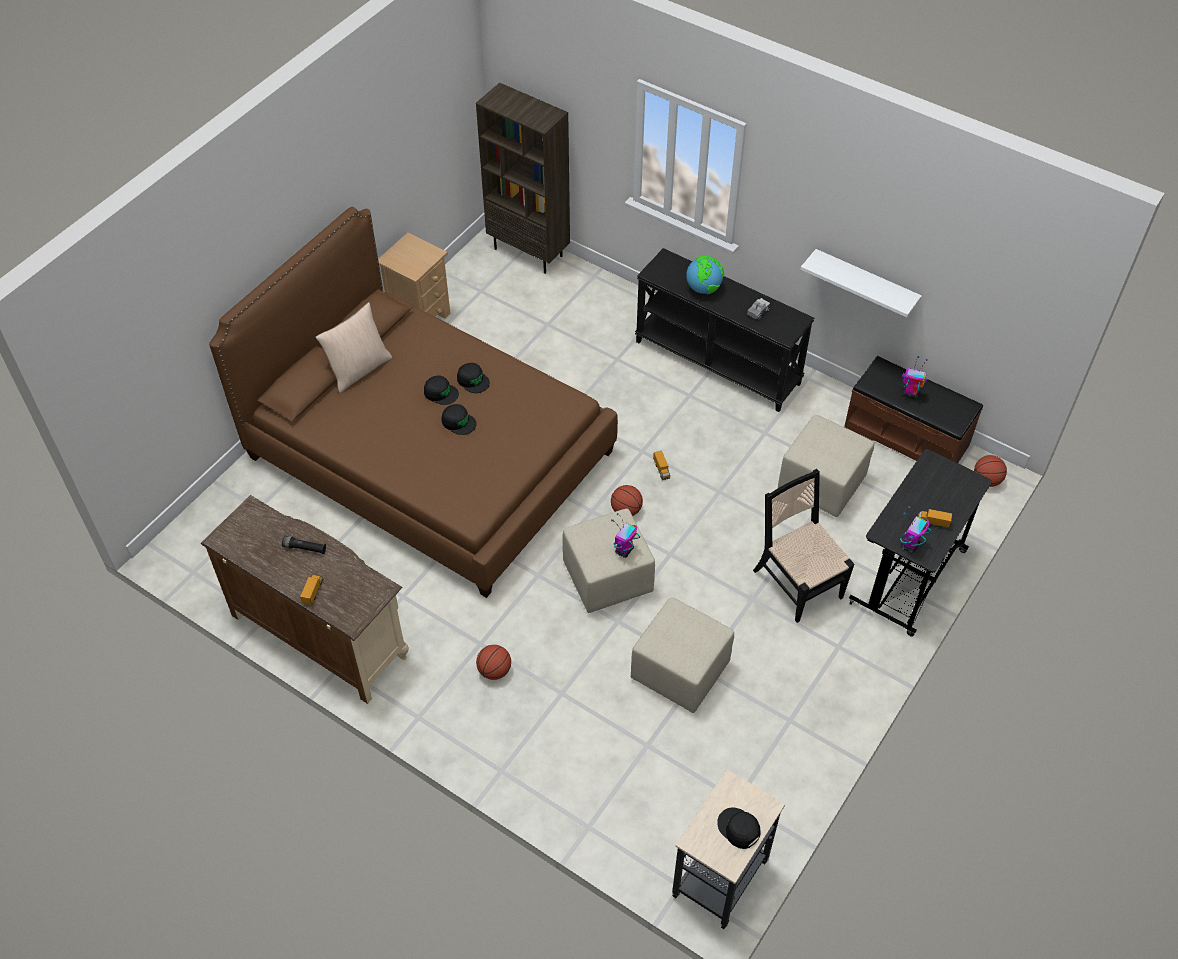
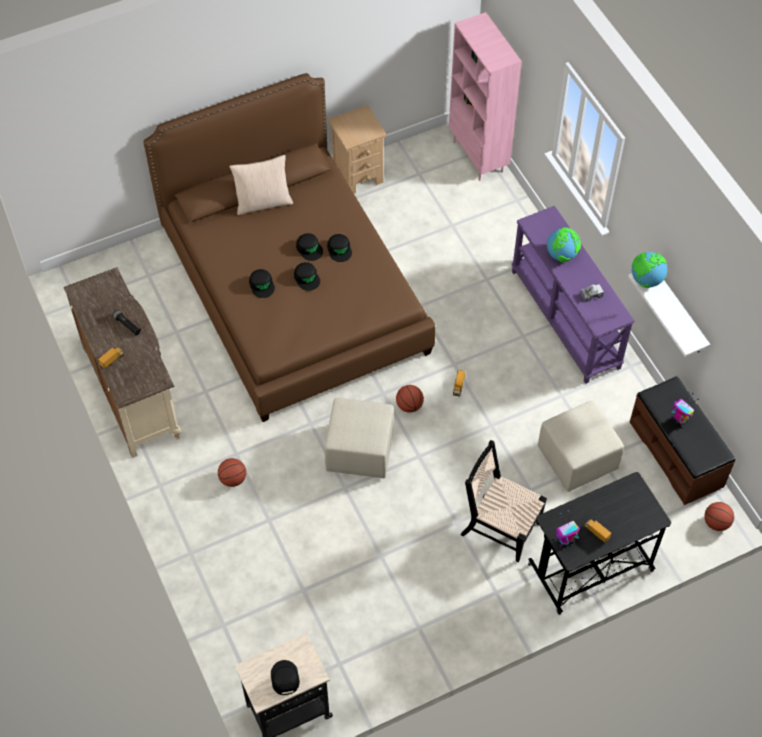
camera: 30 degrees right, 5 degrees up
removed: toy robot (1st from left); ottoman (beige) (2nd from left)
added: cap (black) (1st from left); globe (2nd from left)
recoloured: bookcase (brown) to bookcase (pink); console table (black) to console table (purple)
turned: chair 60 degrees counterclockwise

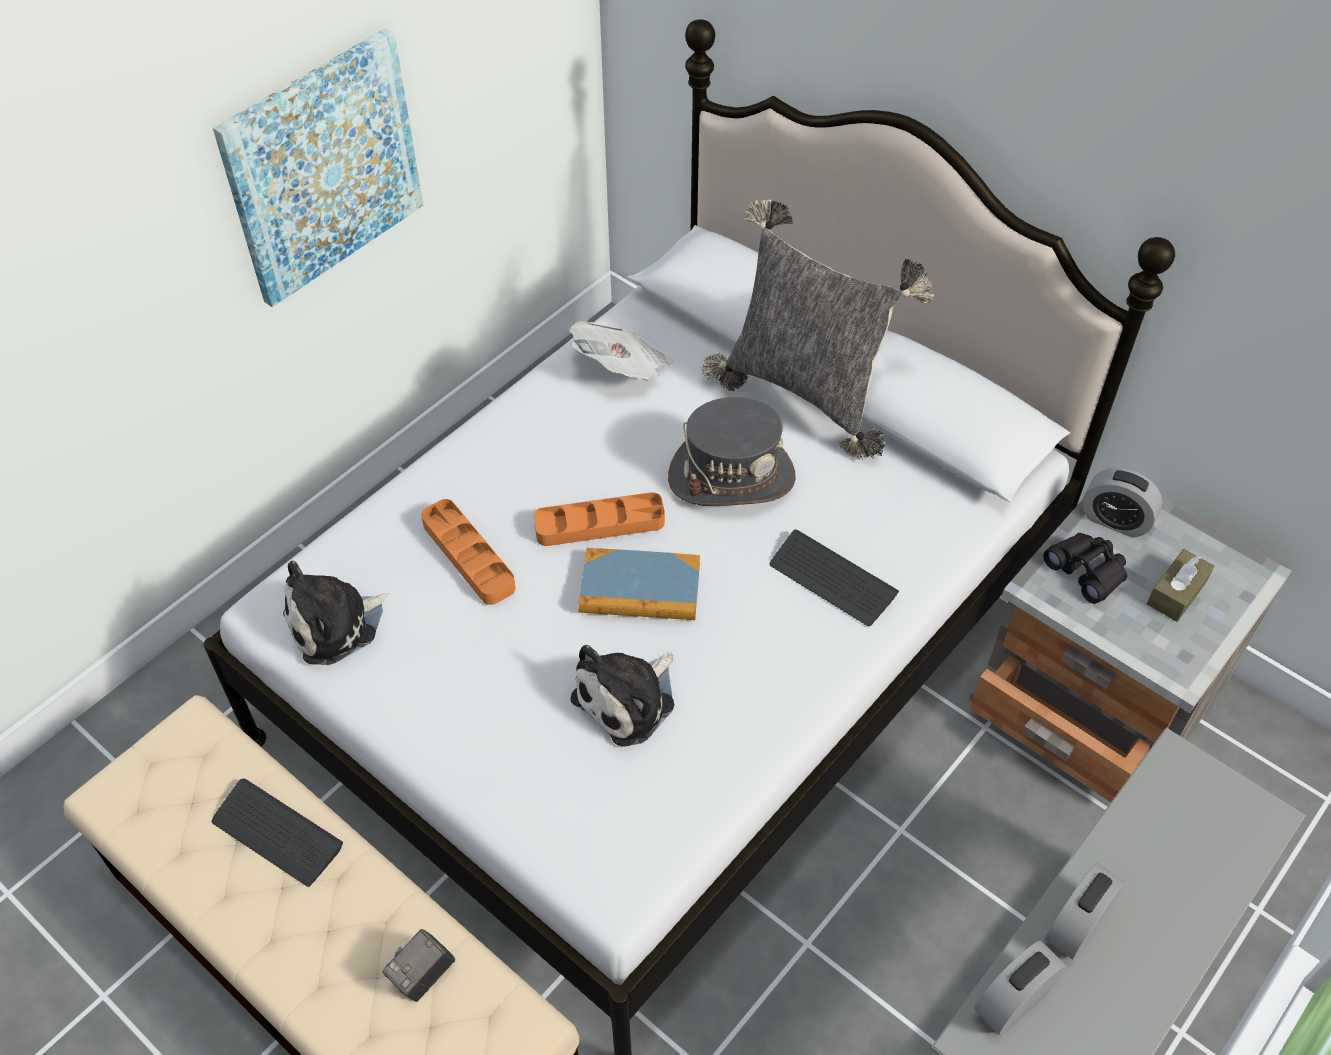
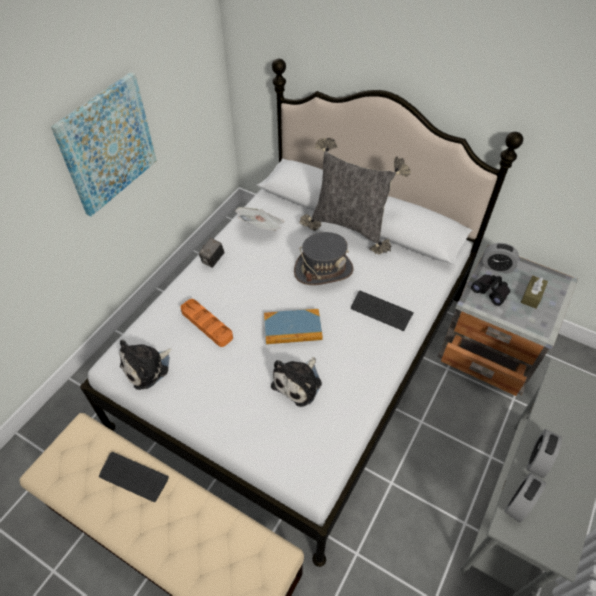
camera: 10 degrees left, 0 degrees up
removed: tray (orange) (2nd from left)
moved: photo camera

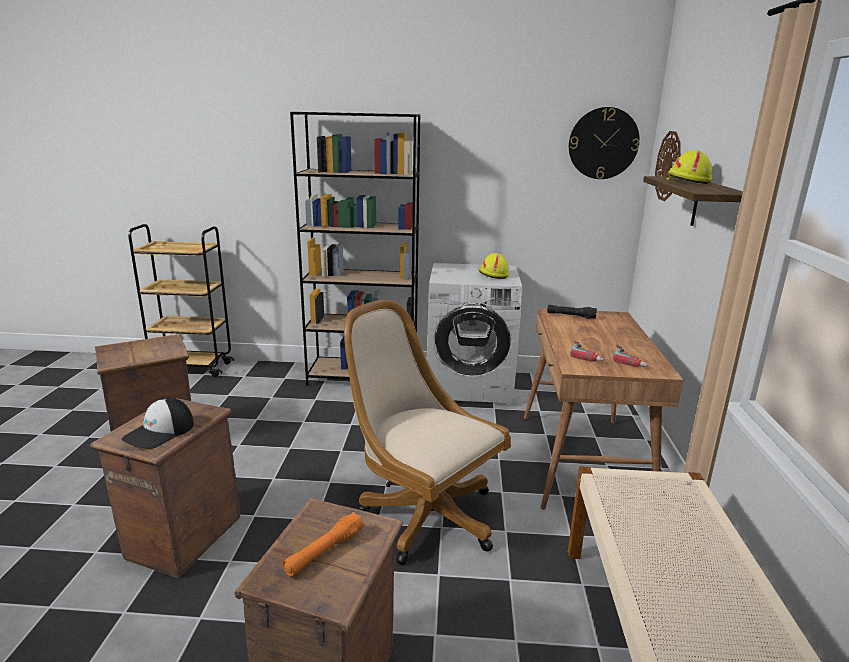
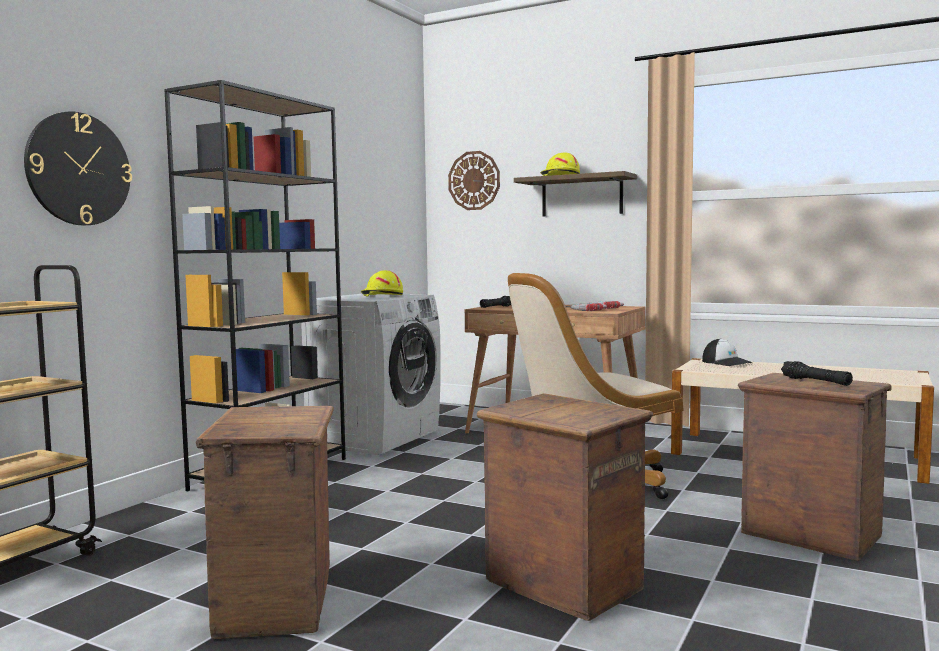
camera: 65 degrees left, 15 degrees down
moved: cap; wall clock (1st from left)
recoloured: flashlight (orange) to flashlight (black) (2nd from left)

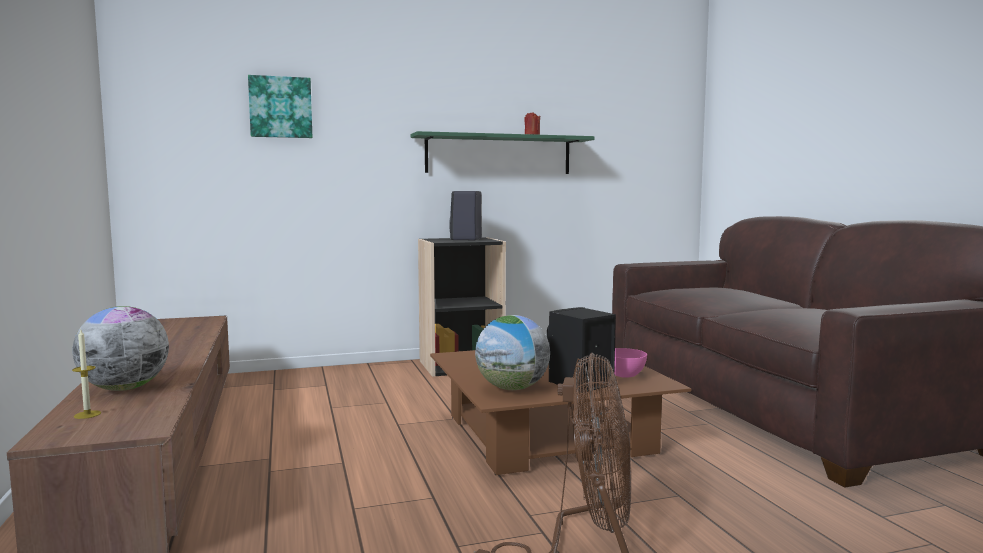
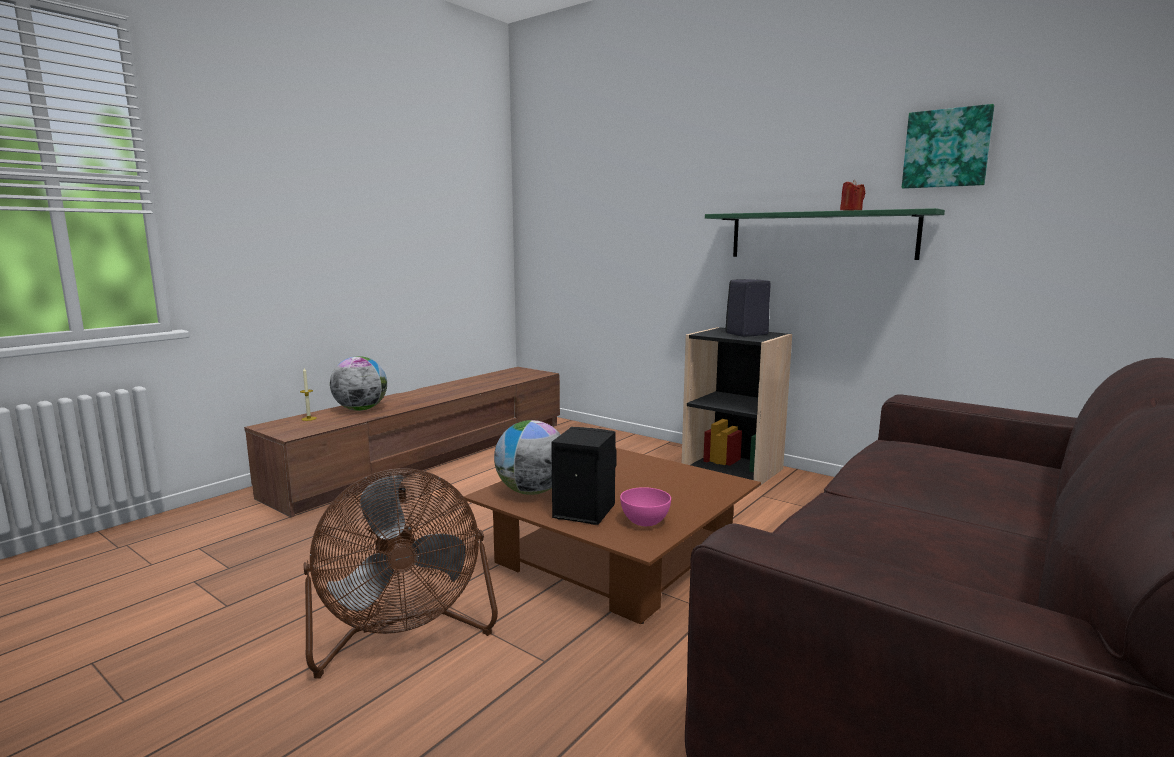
camera: 55 degrees right, 5 degrees up
moved: picture

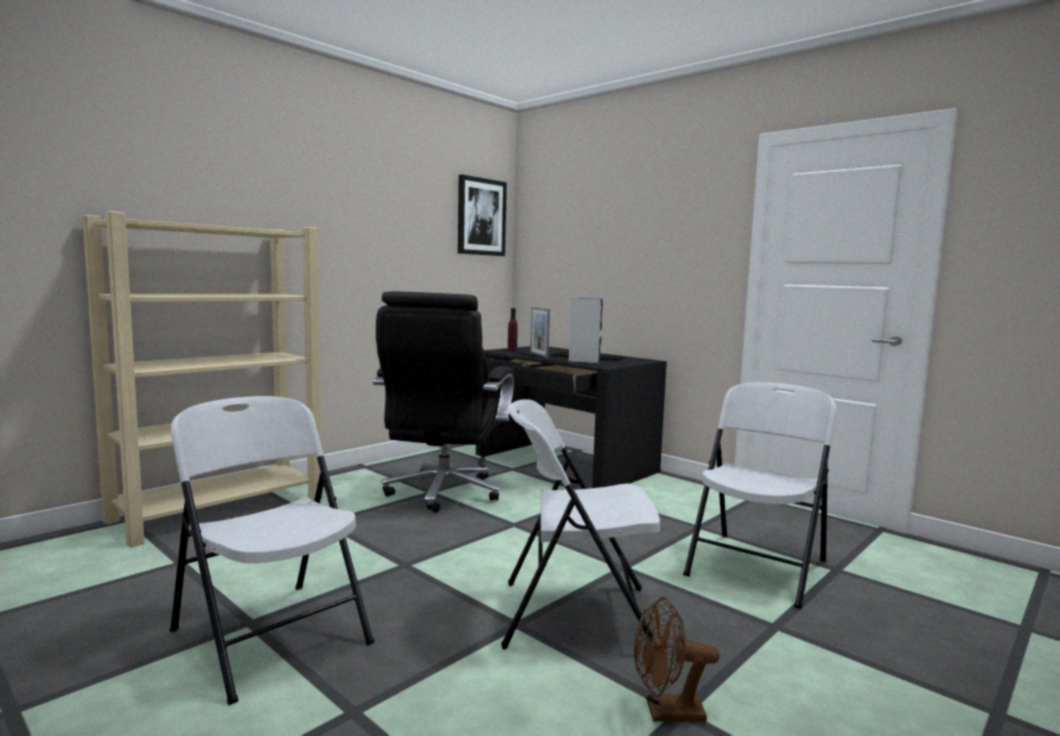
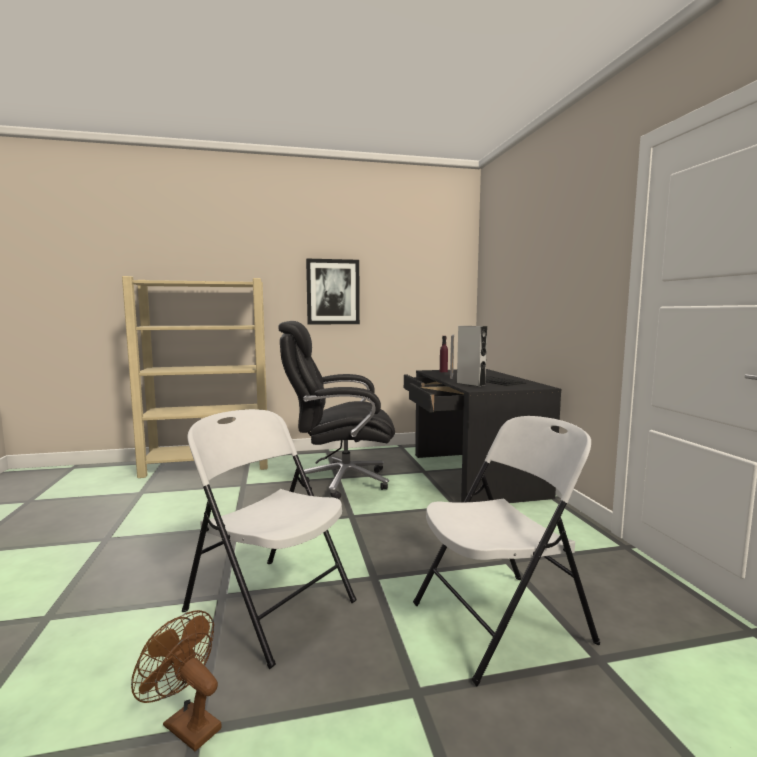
camera: 35 degrees right, 0 degrees up
removed: chair (white) (1st from left)
moved: picture
turned: office chair (black) 45 degrees clockwise

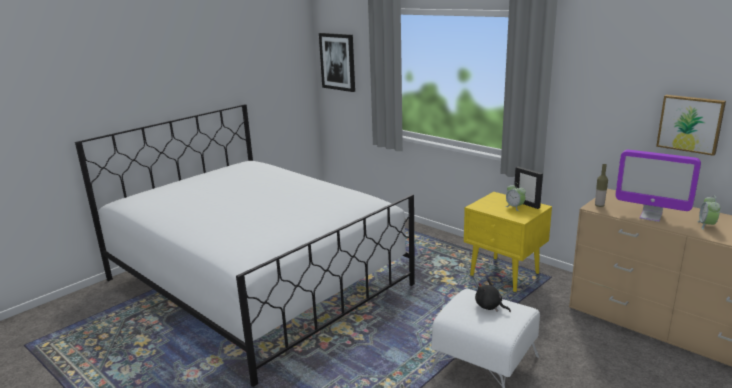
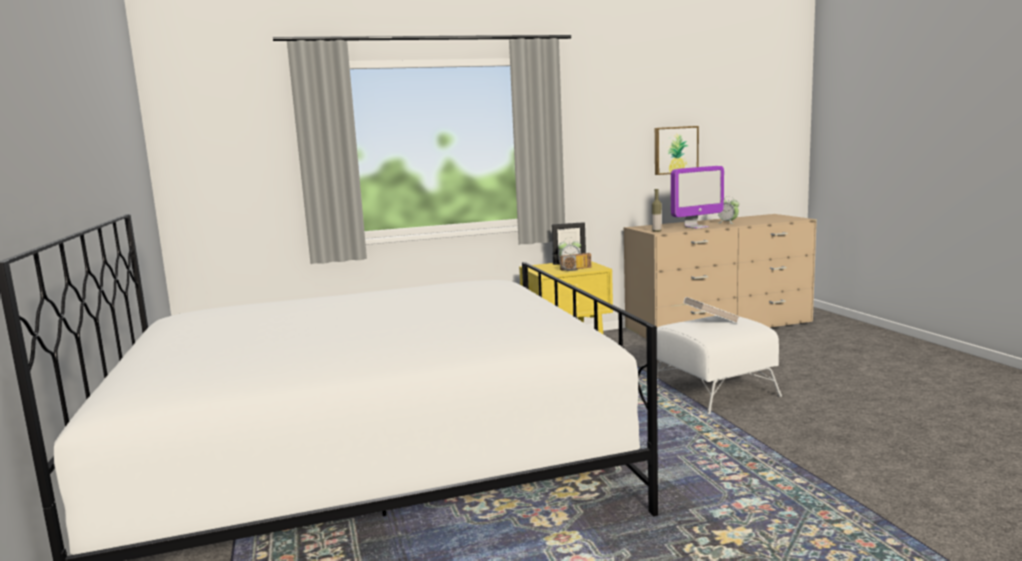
camera: 60 degrees left, 10 degrees down
removed: picture (1st from left)
added: radio
replaced: plush toy (black) to book (white)

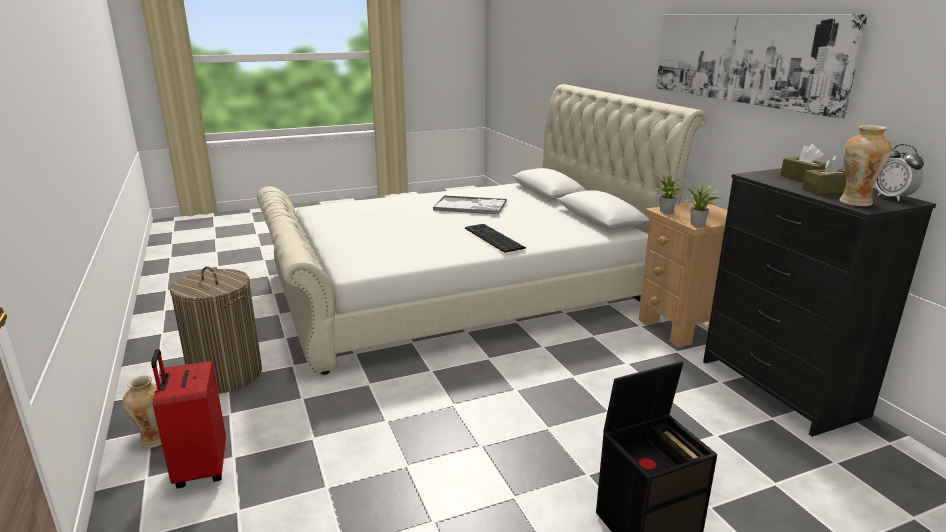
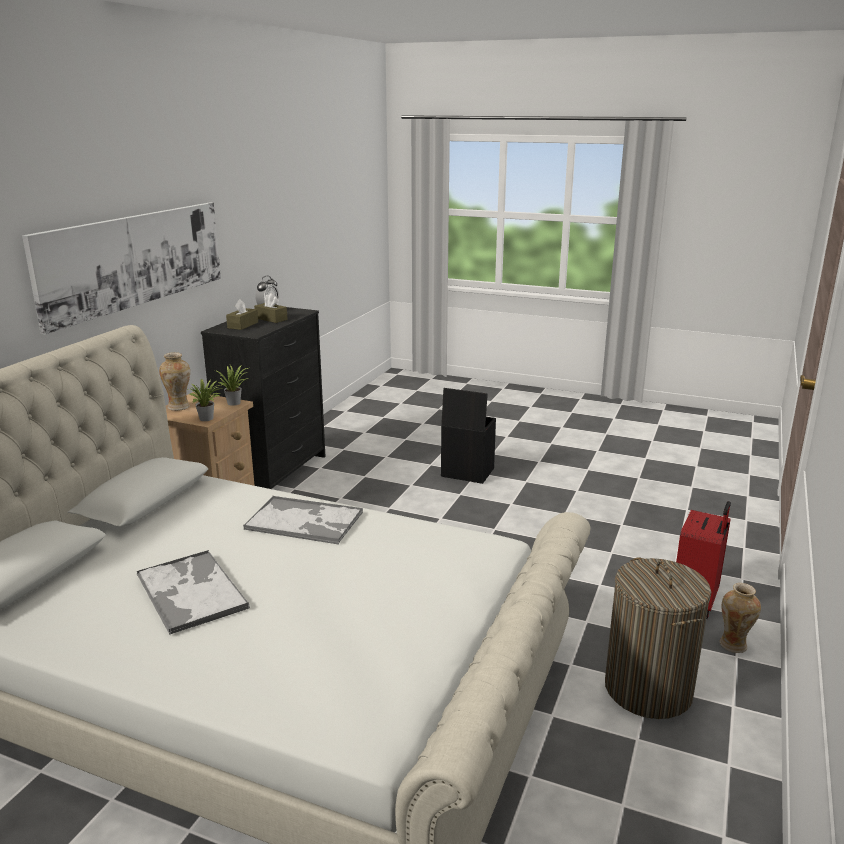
camera: 135 degrees left, 0 degrees up
moved: vase (2nd from left in the first image) to vase (1st from left)
replaced: keyboard to tray (2nd from left)

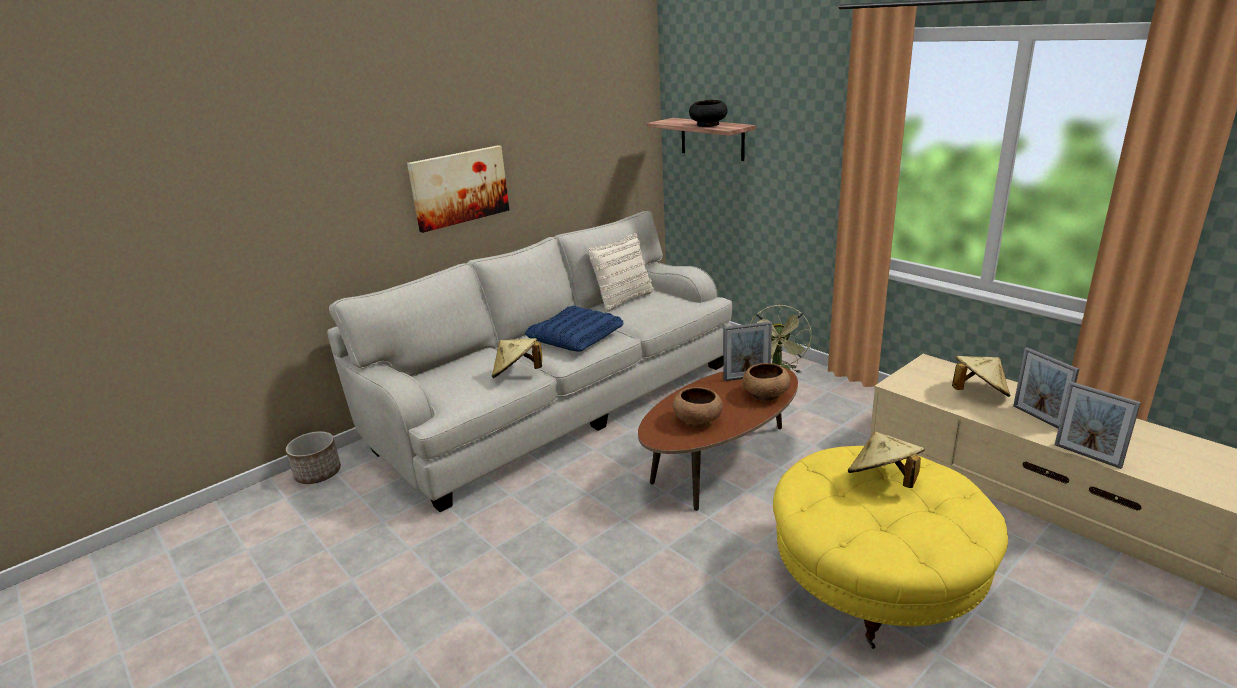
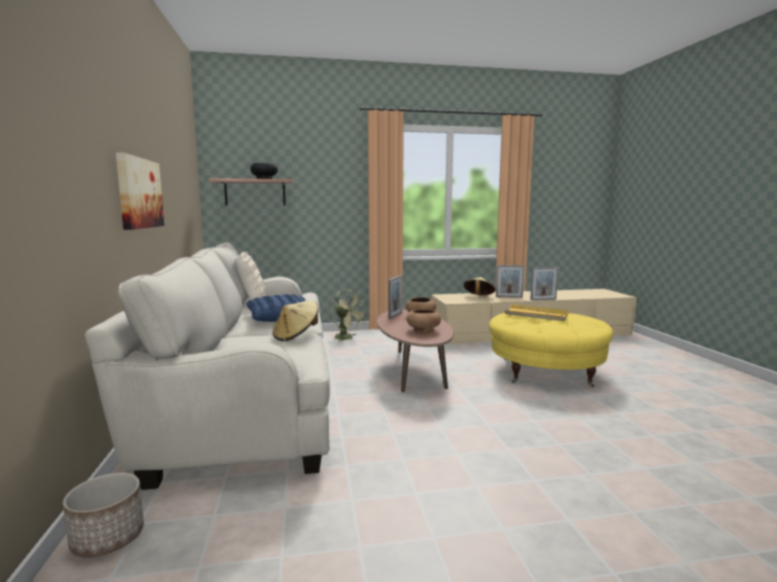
camera: 60 degrees left, 15 degrees down
replaced: hat (beige) (2nd from left) to tray (yellow)

